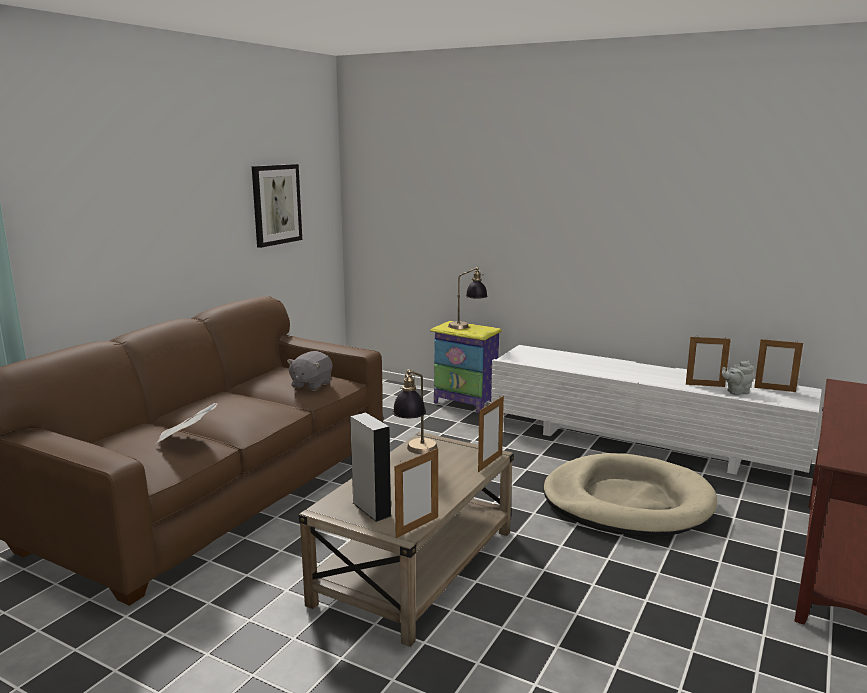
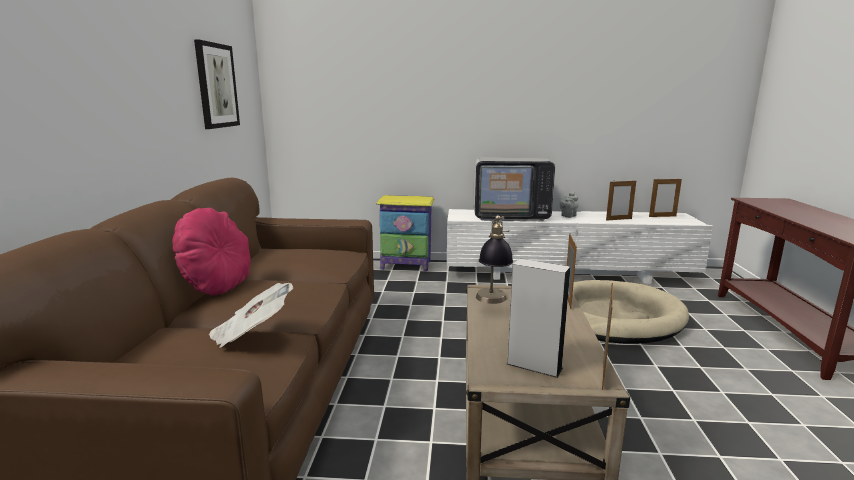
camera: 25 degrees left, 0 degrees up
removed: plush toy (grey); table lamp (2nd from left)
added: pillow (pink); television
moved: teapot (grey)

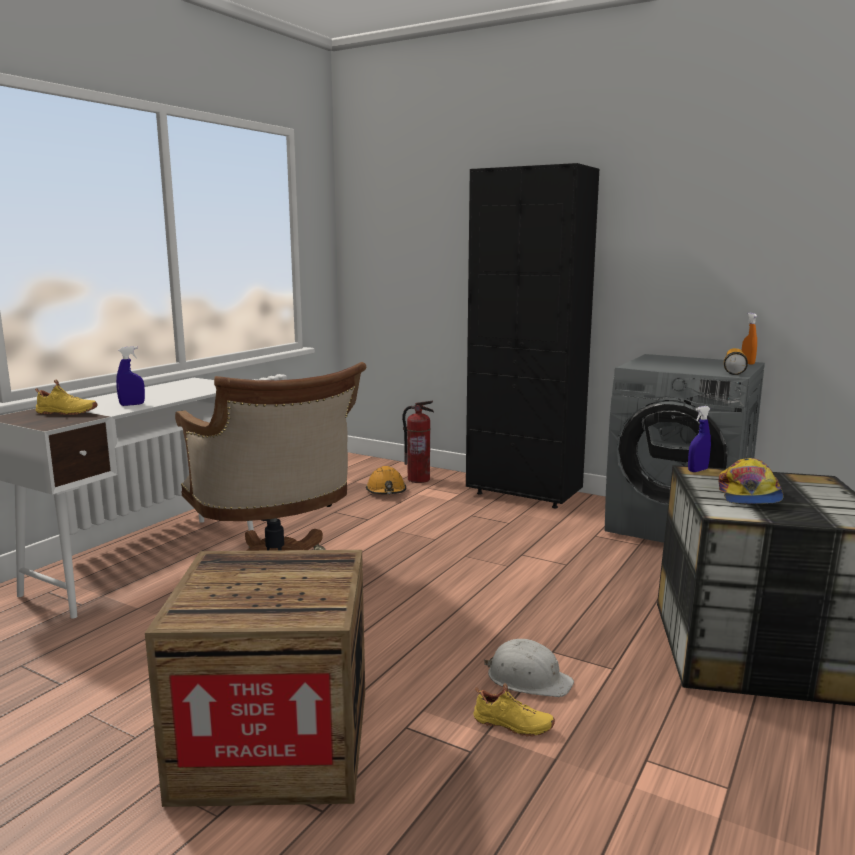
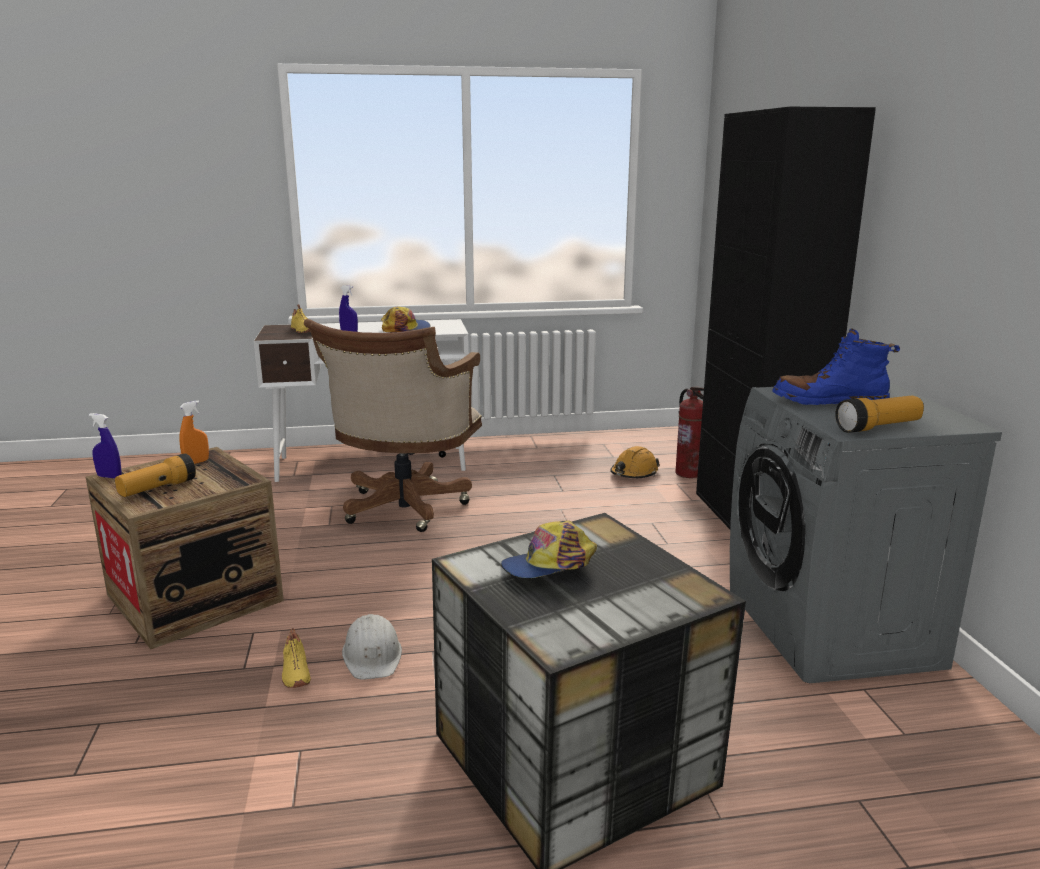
camera: 50 degrees right, 5 degrees up
added: flashlight (1st from left); cap (1st from left); boot (blue)
moved: spray bottle (blue) (2nd from left in the first image) to spray bottle (blue) (1st from left); spray bottle (orange)

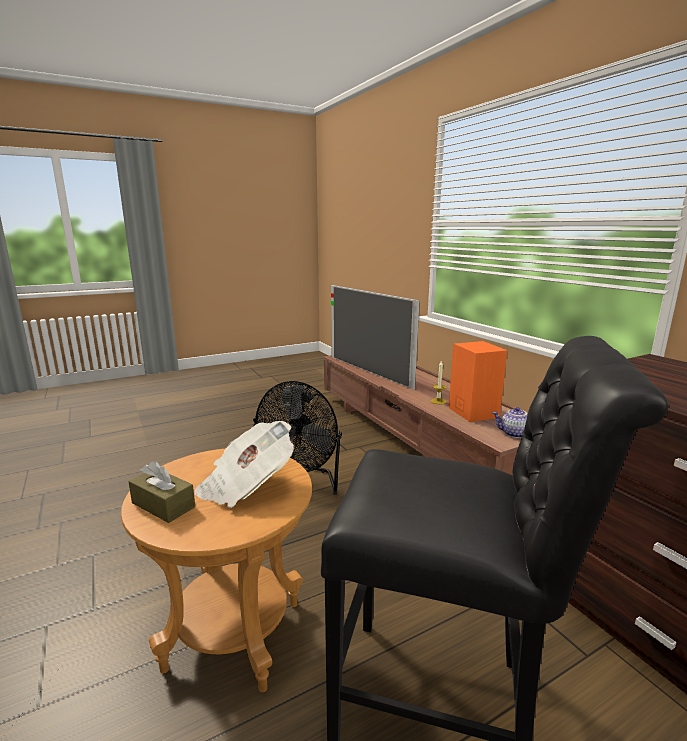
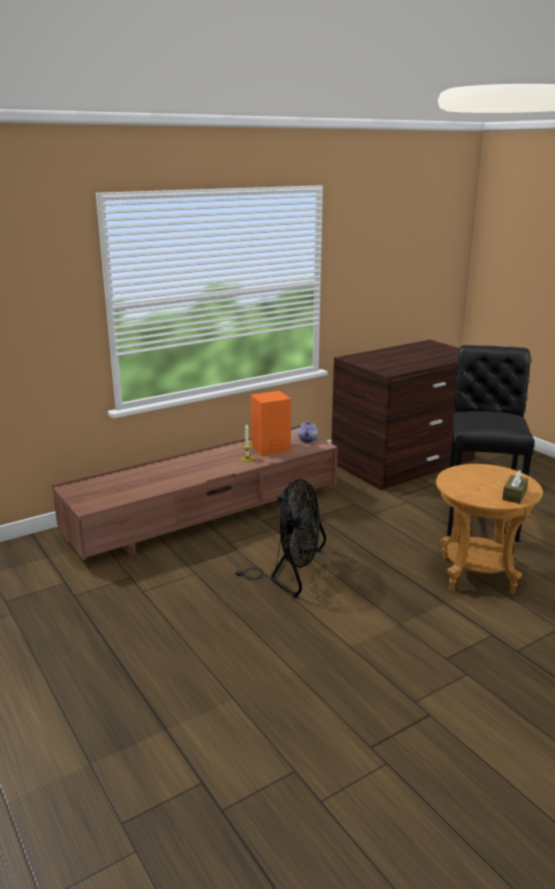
camera: 95 degrees left, 5 degrees up
removed: newspaper; television

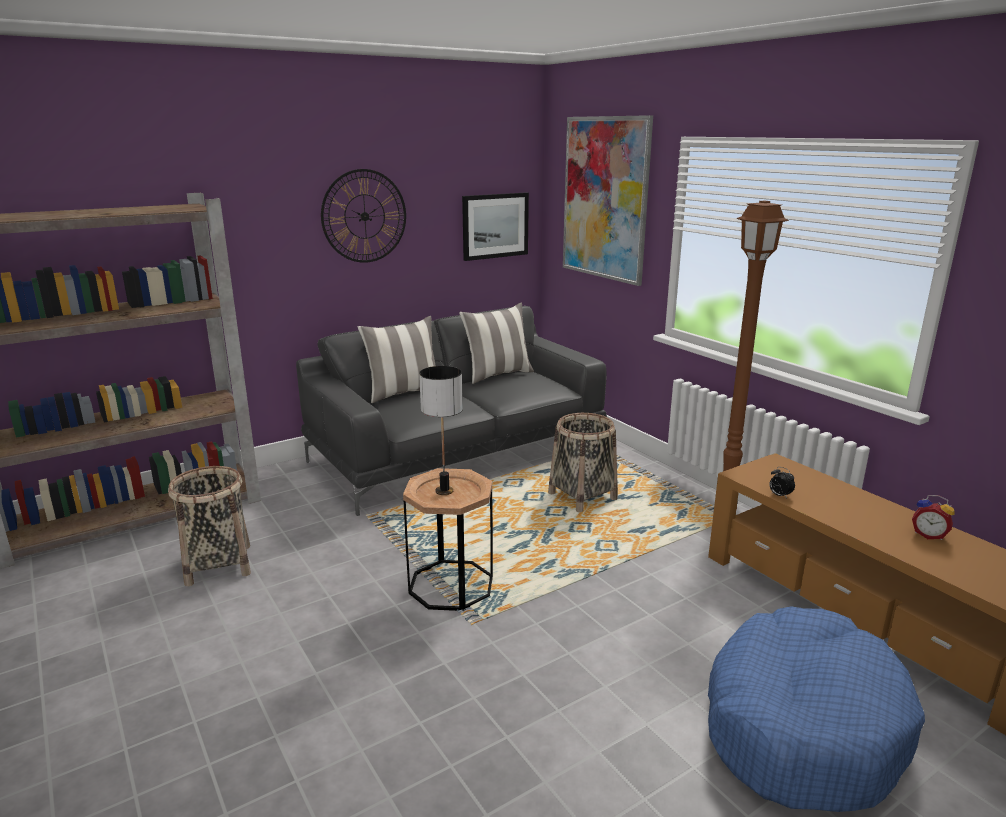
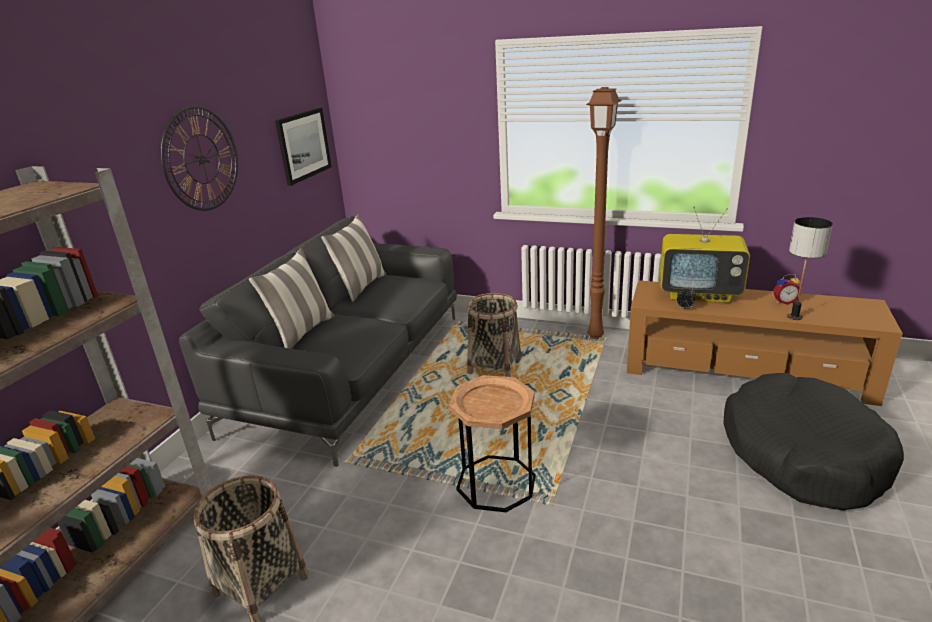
camera: 35 degrees left, 5 degrees up
removed: picture (2nd from left)
added: television
moved: table lamp
recoloured: dog bed (blue) to dog bed (black)

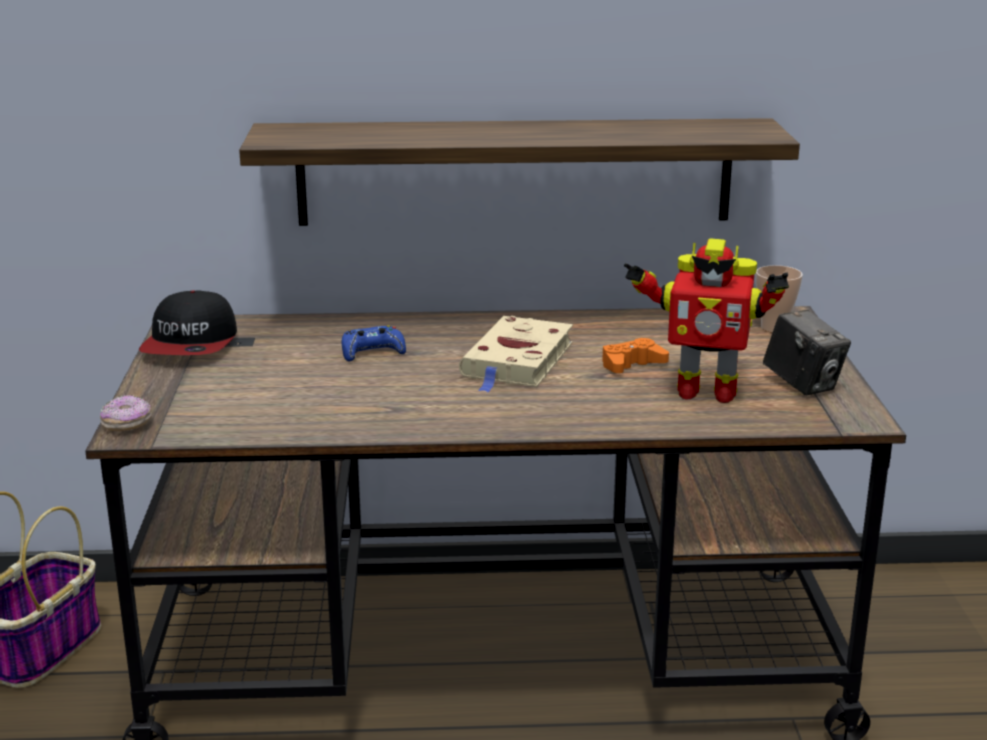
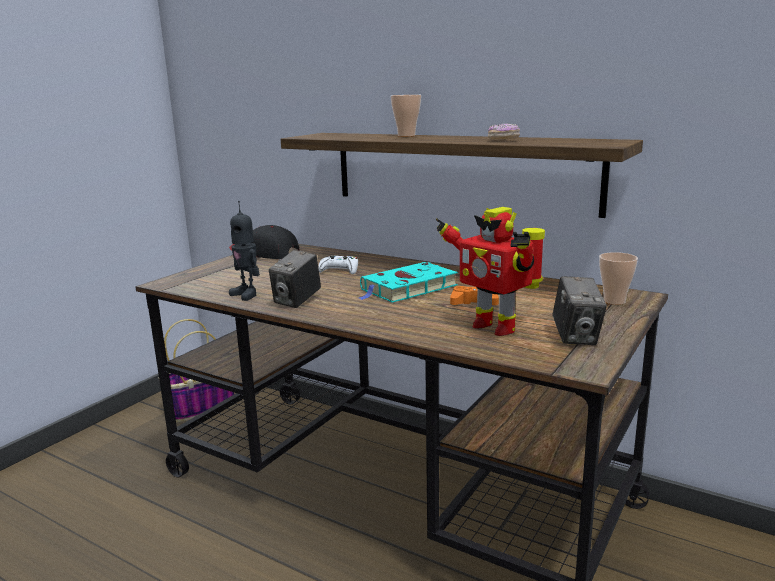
camera: 35 degrees right, 5 degrees down
added: toy robot (1st from left); photo camera (1st from left); cup (1st from left)
moved: donut
recoloured: game controller (blue) to game controller (white); book (beige) to book (turquoise)
turned: cap 75 degrees clockwise

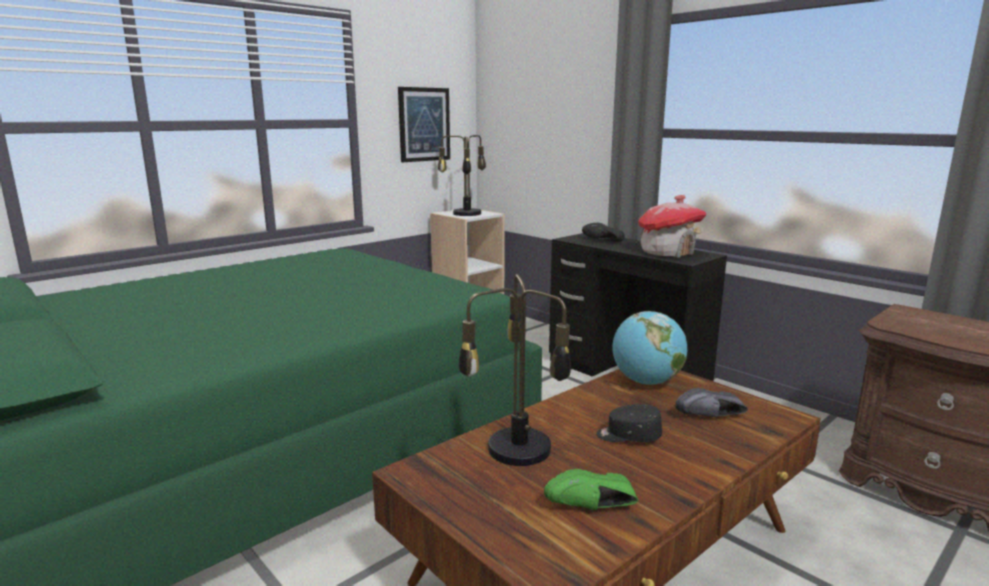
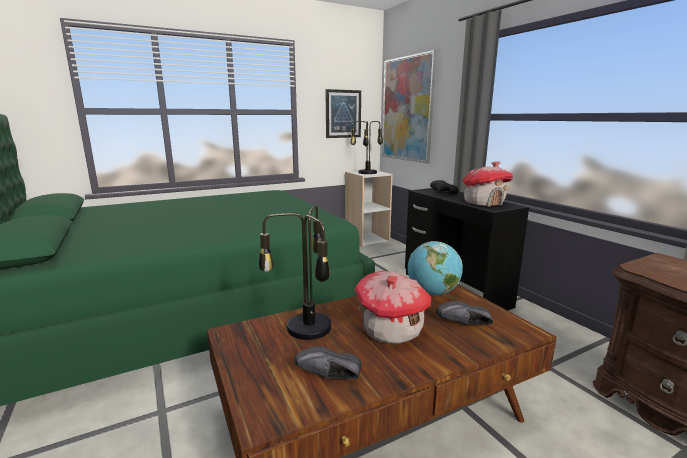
camera: 15 degrees right, 0 degrees up
added: picture (2nd from left)
replaced: cap (black) to toy house (1st from left)
recoloured: shoe (green) to shoe (black) (1st from left)

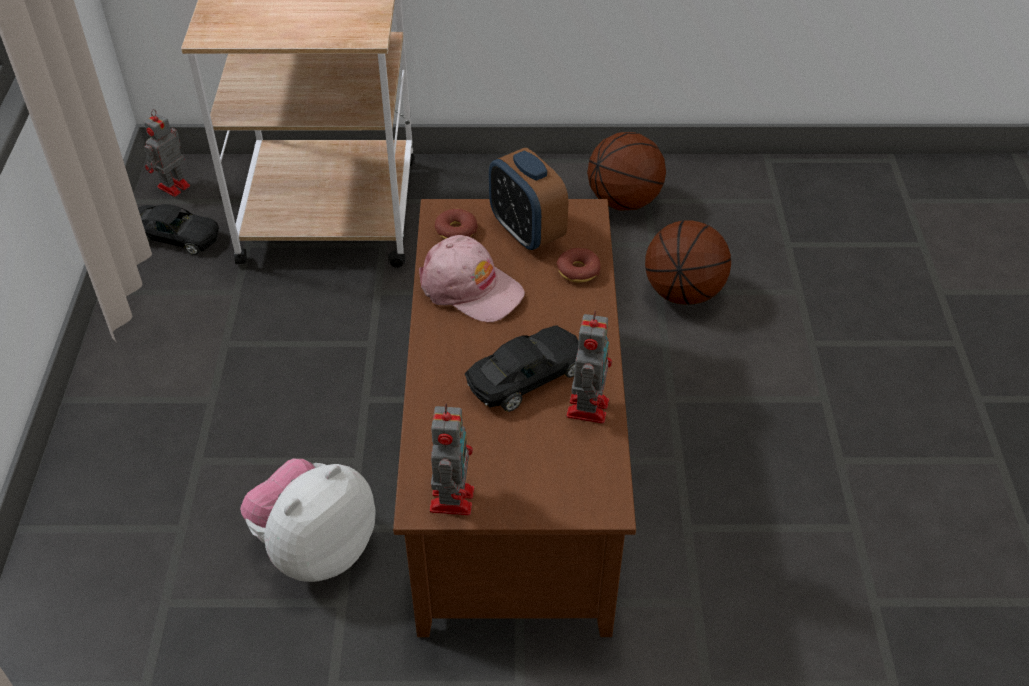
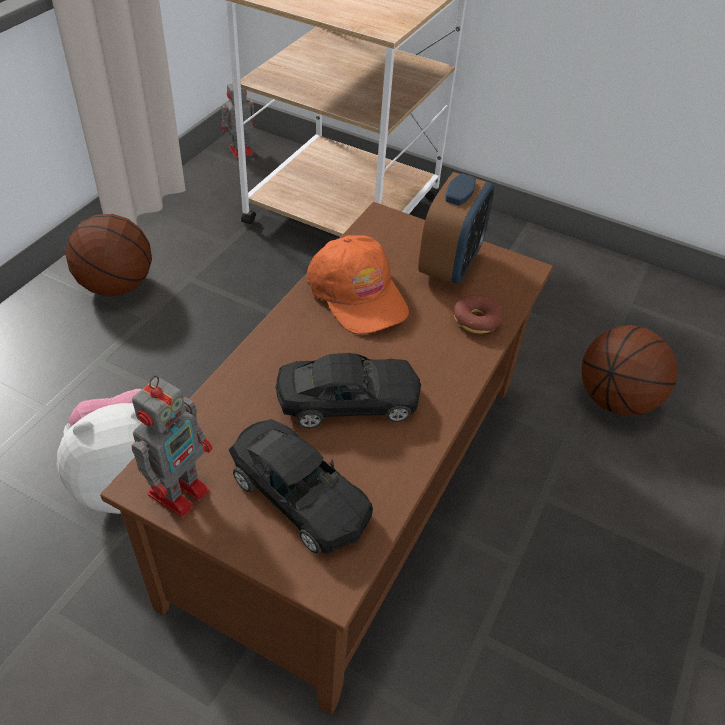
camera: 25 degrees right, 0 degrees up
removed: donut (1st from left); toy robot (3rd from left)
moved: toy car (black) (1st from left); basketball (1st from left)
recoloured: cap (pink) to cap (orange)
turned: alarm clock 150 degrees counterclockwise

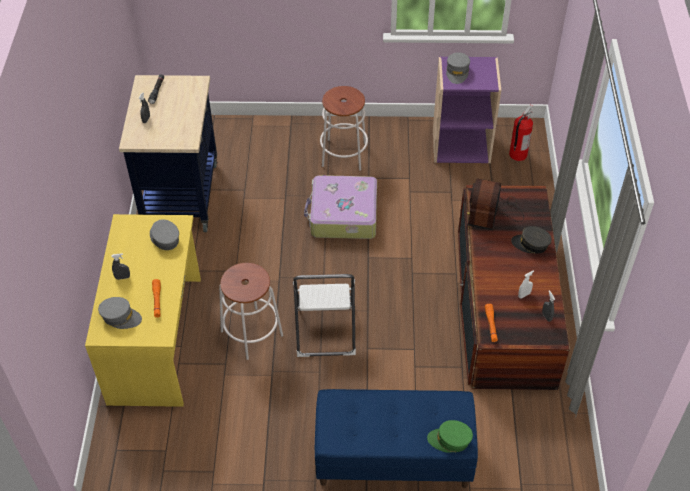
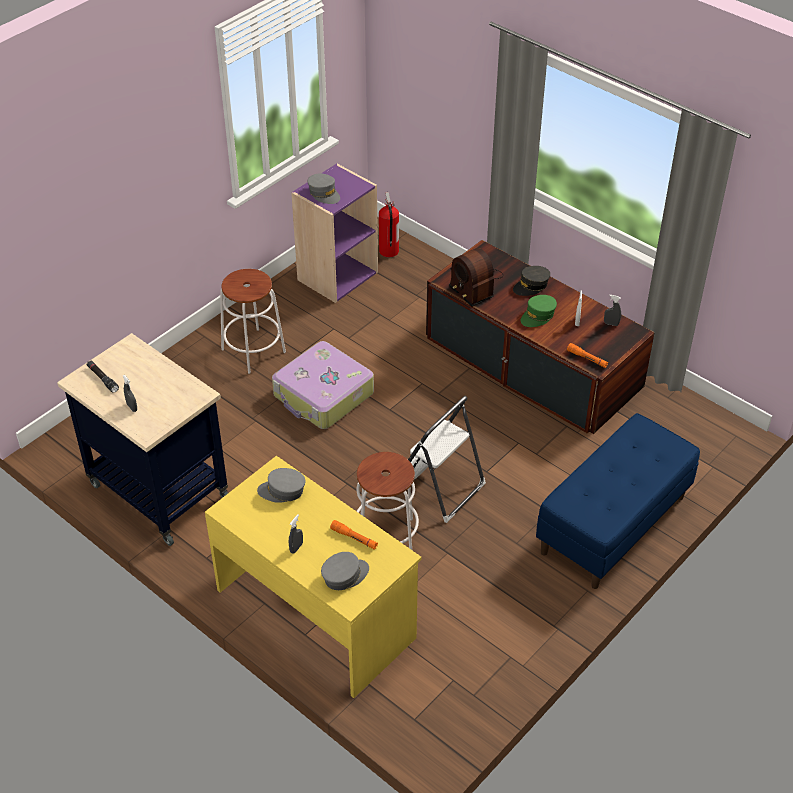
camera: 50 degrees left, 5 degrees down
moved: cap (green)

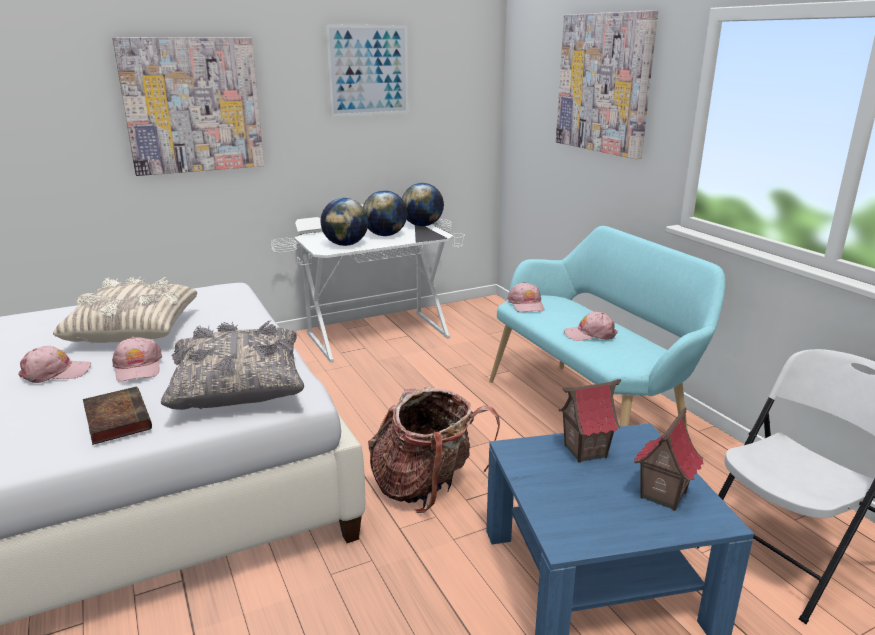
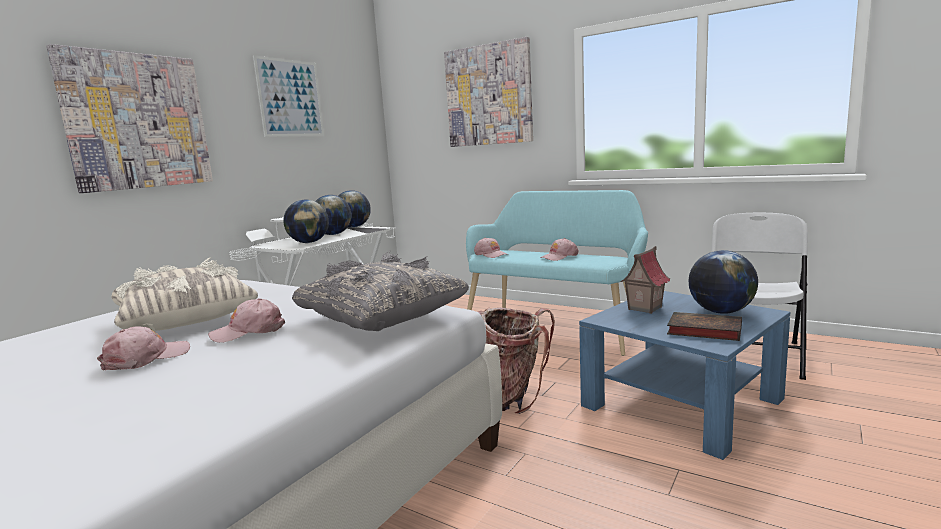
camera: 30 degrees left, 10 degrees down
moved: book
replaced: toy house (2nd from left) to globe (4th from left)
turned: cap (pink) (2nd from left) 120 degrees clockwise

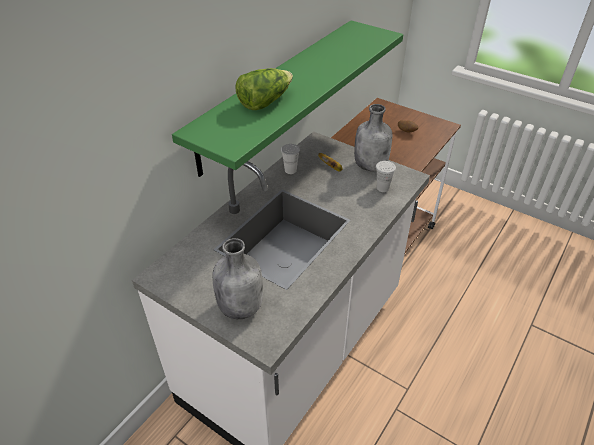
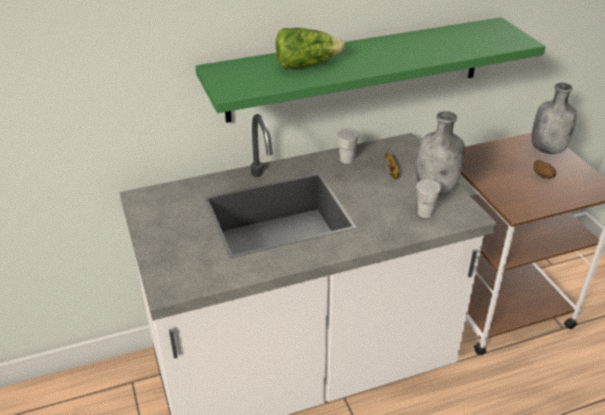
camera: 35 degrees right, 5 degrees down
moved: bottle (grey) (1st from left in the first image) to bottle (grey) (2nd from left)

